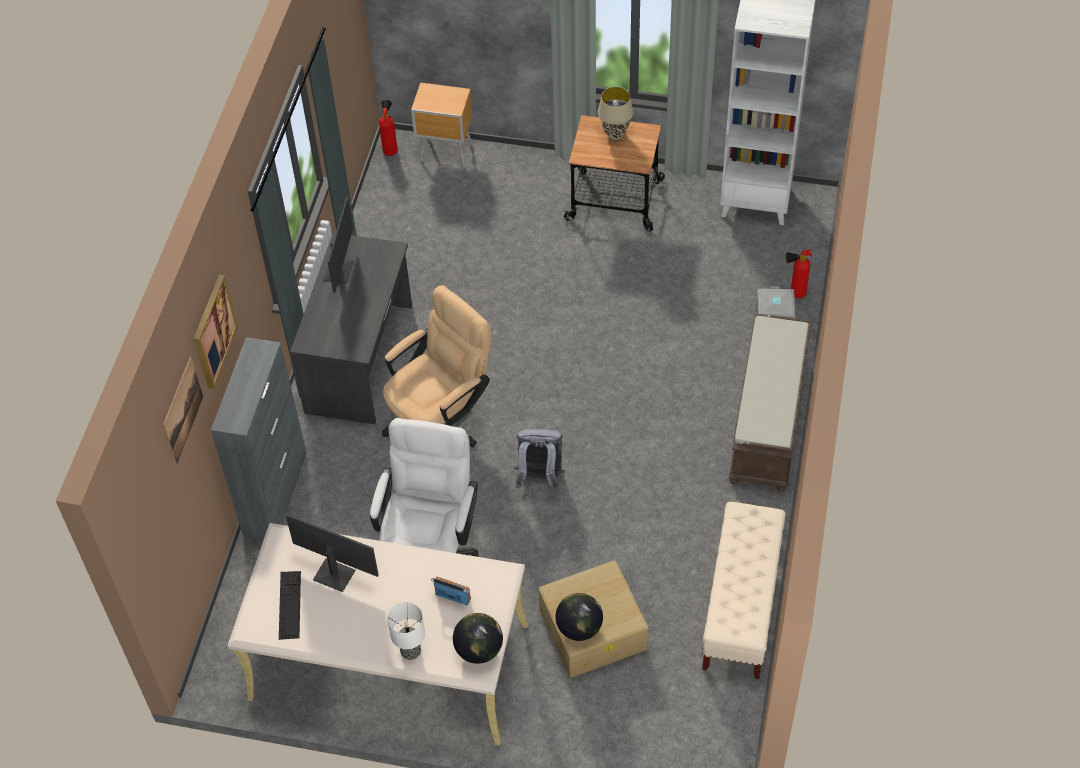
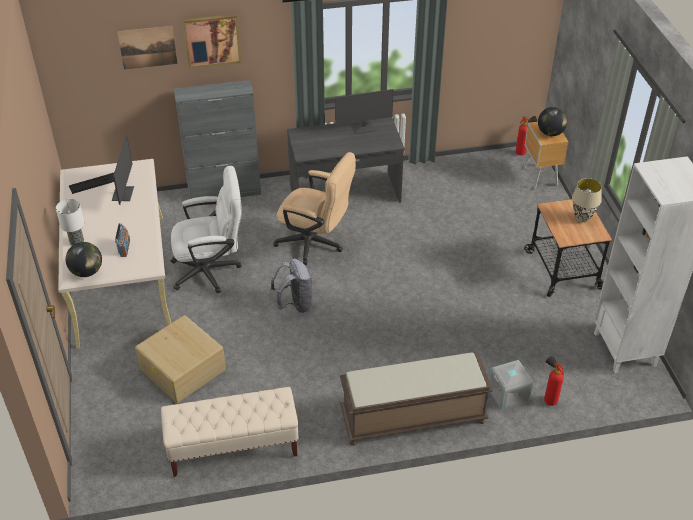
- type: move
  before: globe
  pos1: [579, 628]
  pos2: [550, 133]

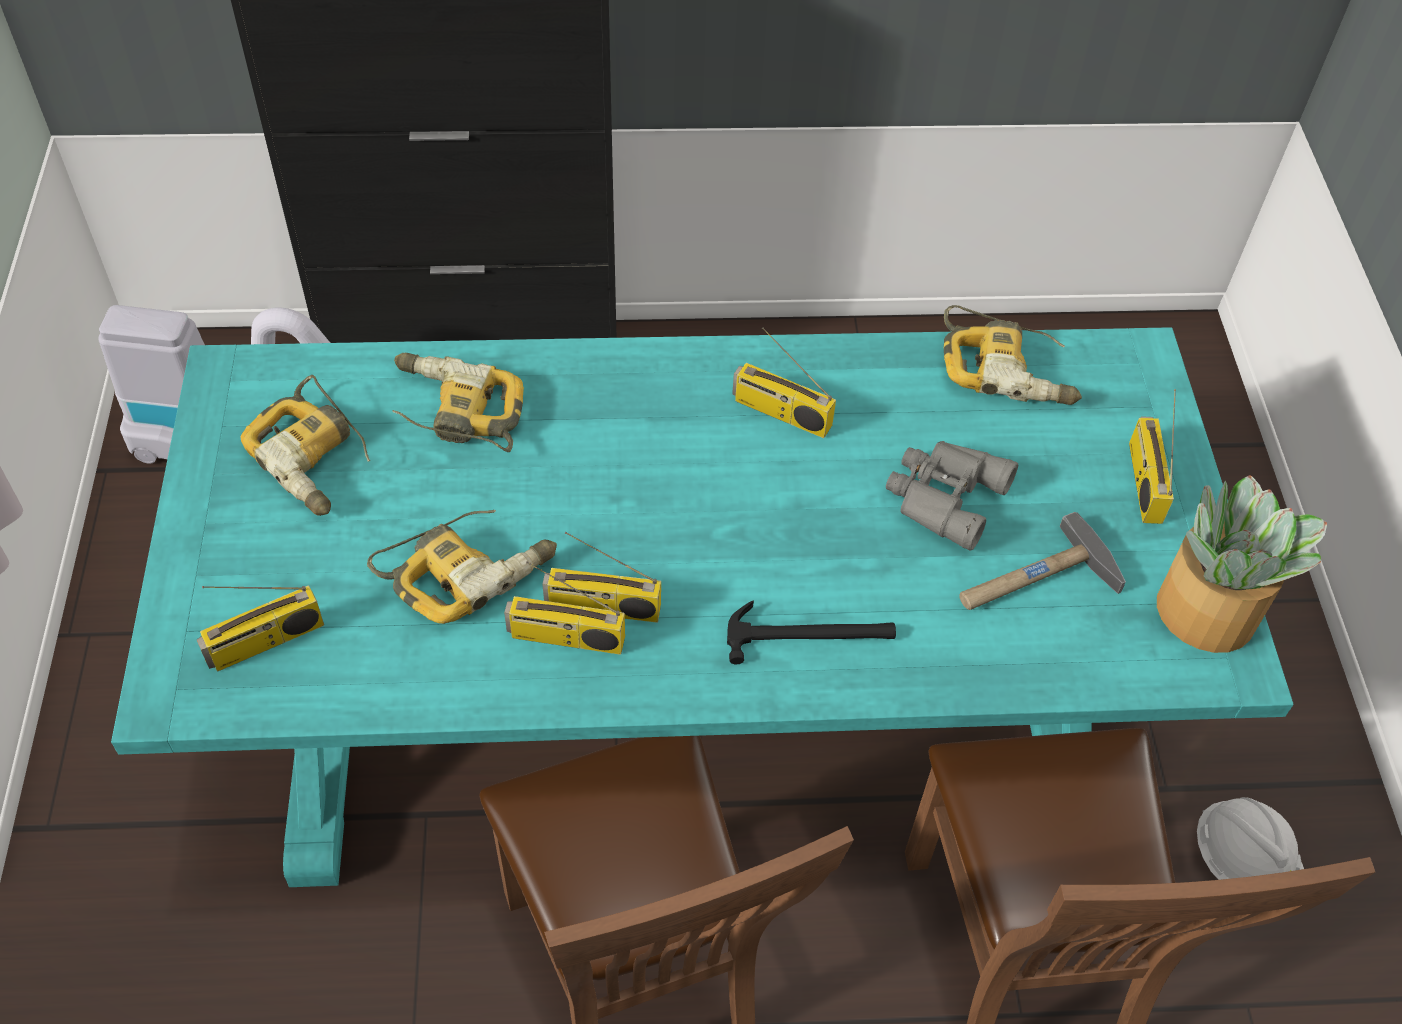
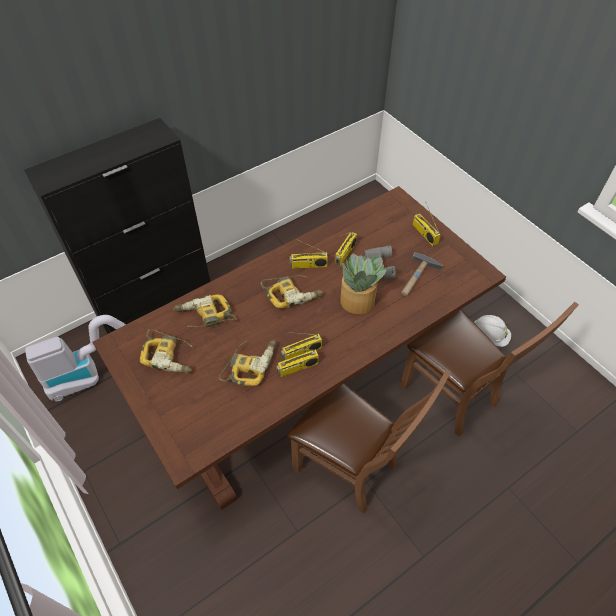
- type: move
  before: power drill
  pos1: [1007, 369]
  pos2: [292, 293]
- type: recolor
  before: turquoise dining table
  after: brown dining table
  pos1: [693, 702]
  pos2: [307, 376]
- type: move
  before: potted plant
  pos1: [1207, 614]
  pos2: [358, 302]
- type: move
  before: radio
  pos1: [265, 642]
  pos2: [345, 254]
- type: delete
  before: hammer
  pos1: [810, 634]

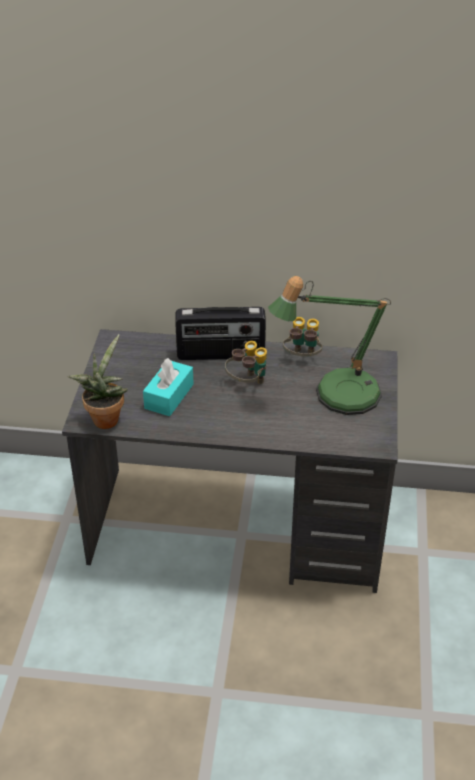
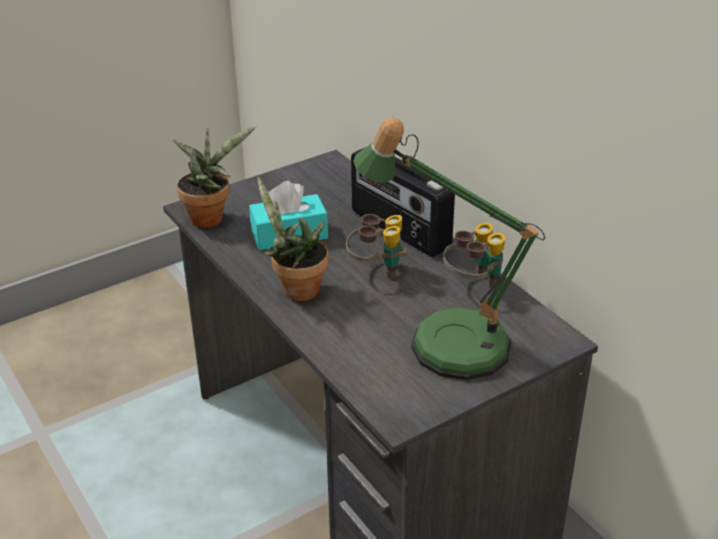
- type: insert
  after: potted plant
  pos2: [296, 289]

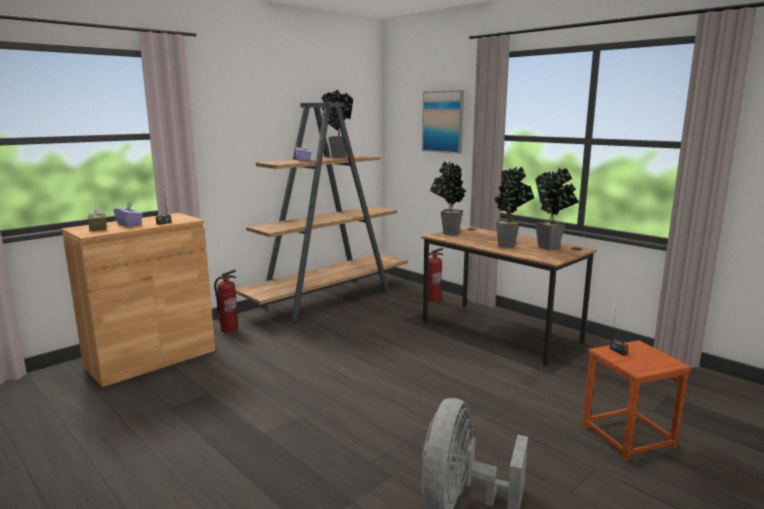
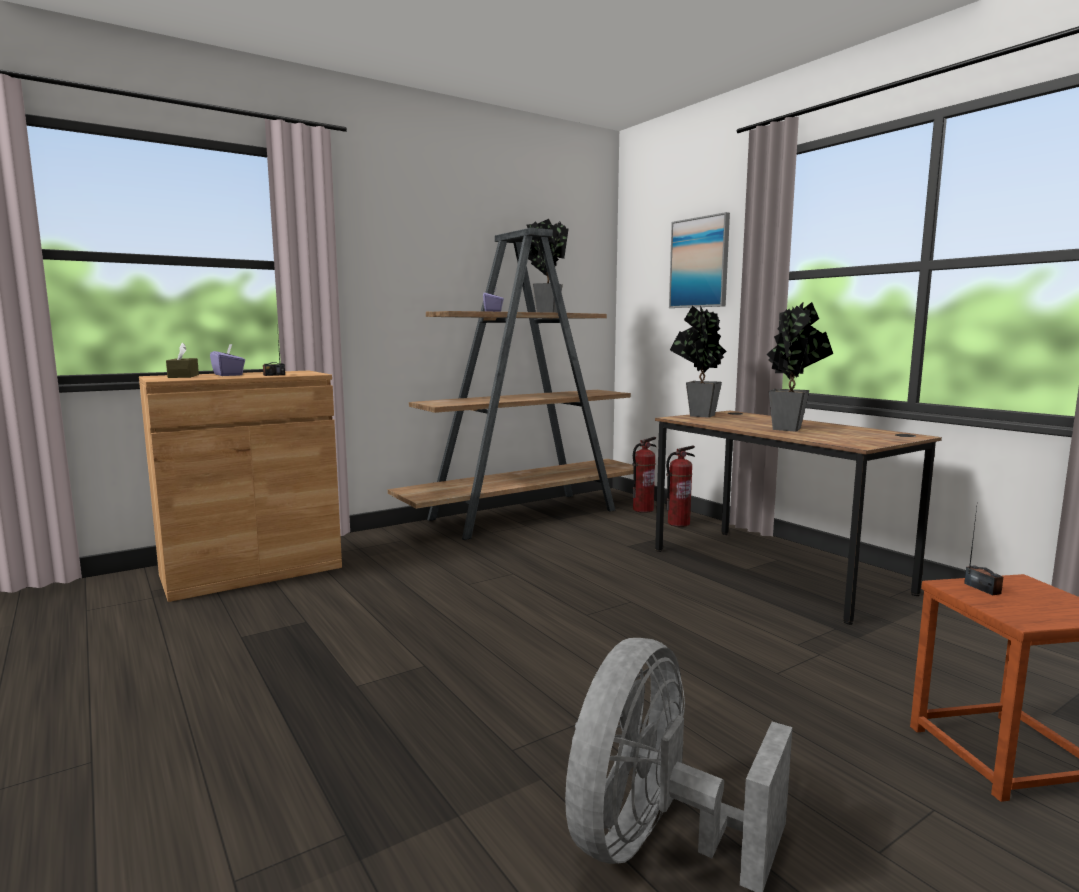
- type: delete
  before: potted plant
  pos1: [552, 247]
- type: move
  before: fire extinguisher
  pos1: [229, 329]
  pos2: [643, 509]

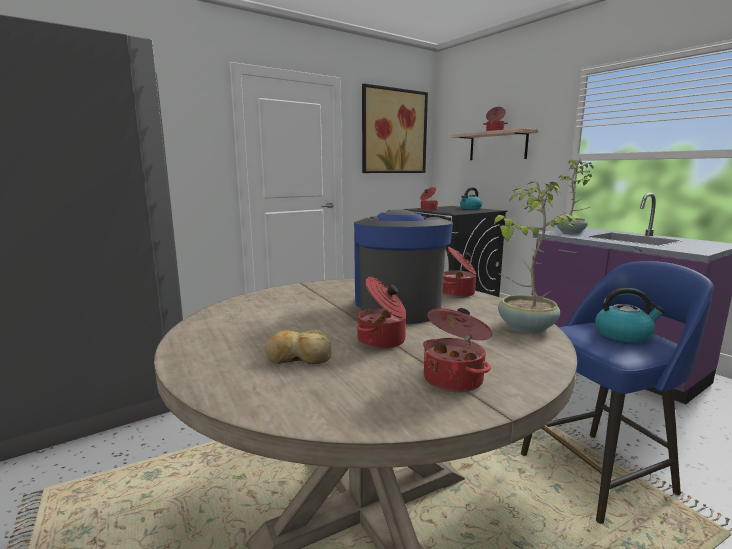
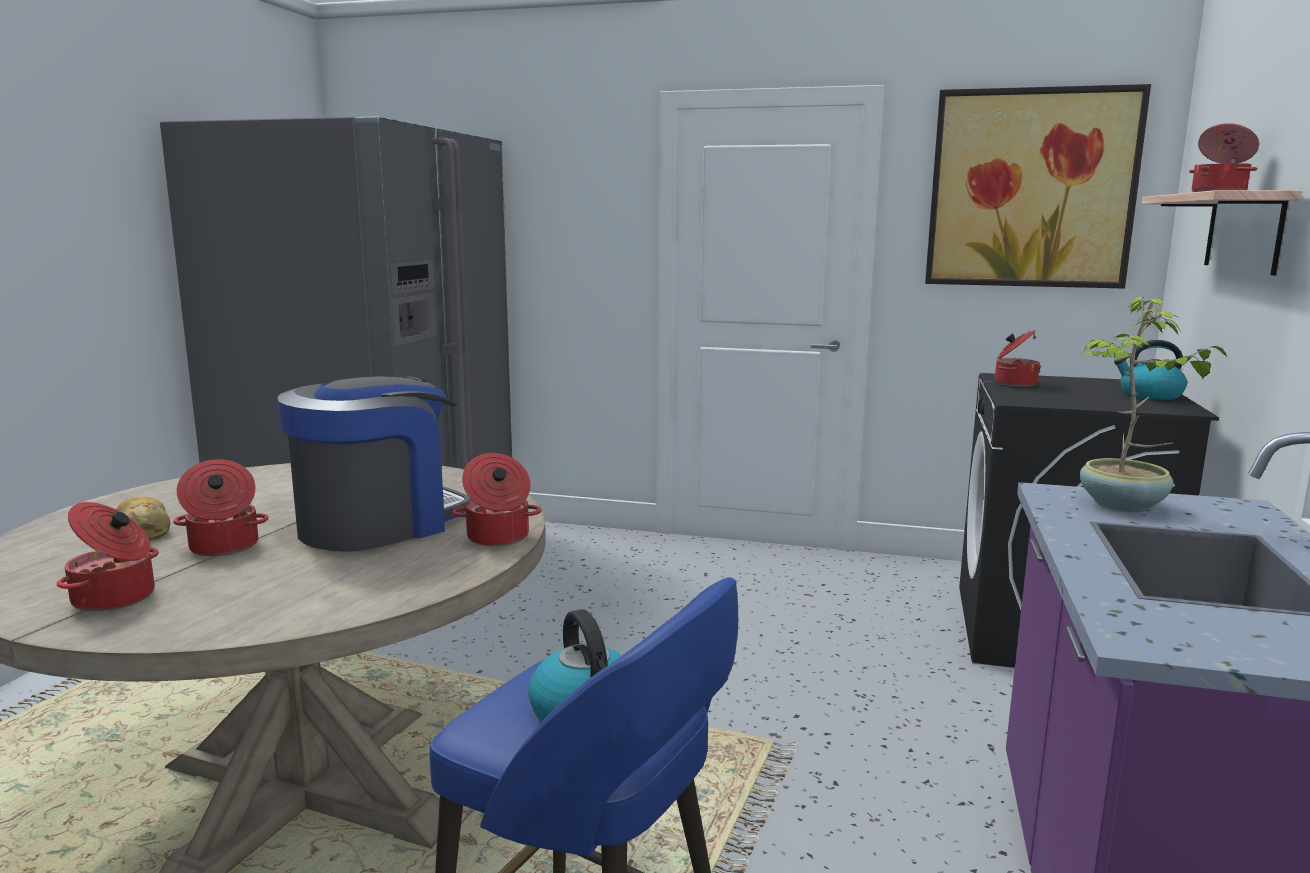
- type: delete
  before: potted plant
  pos1: [525, 327]

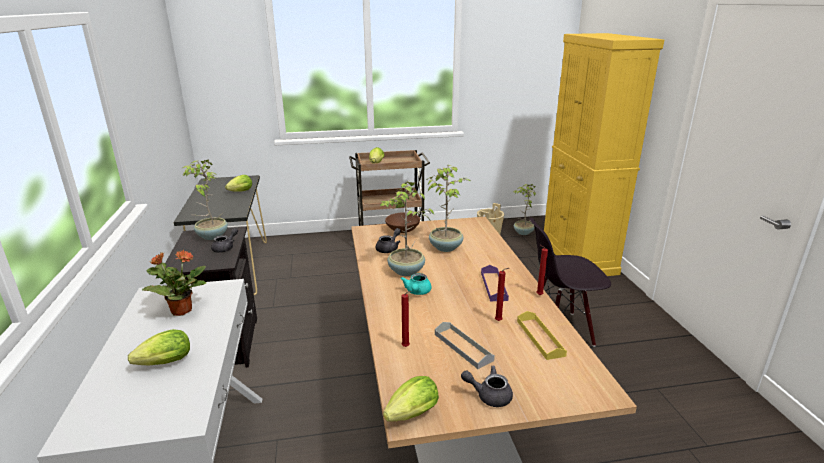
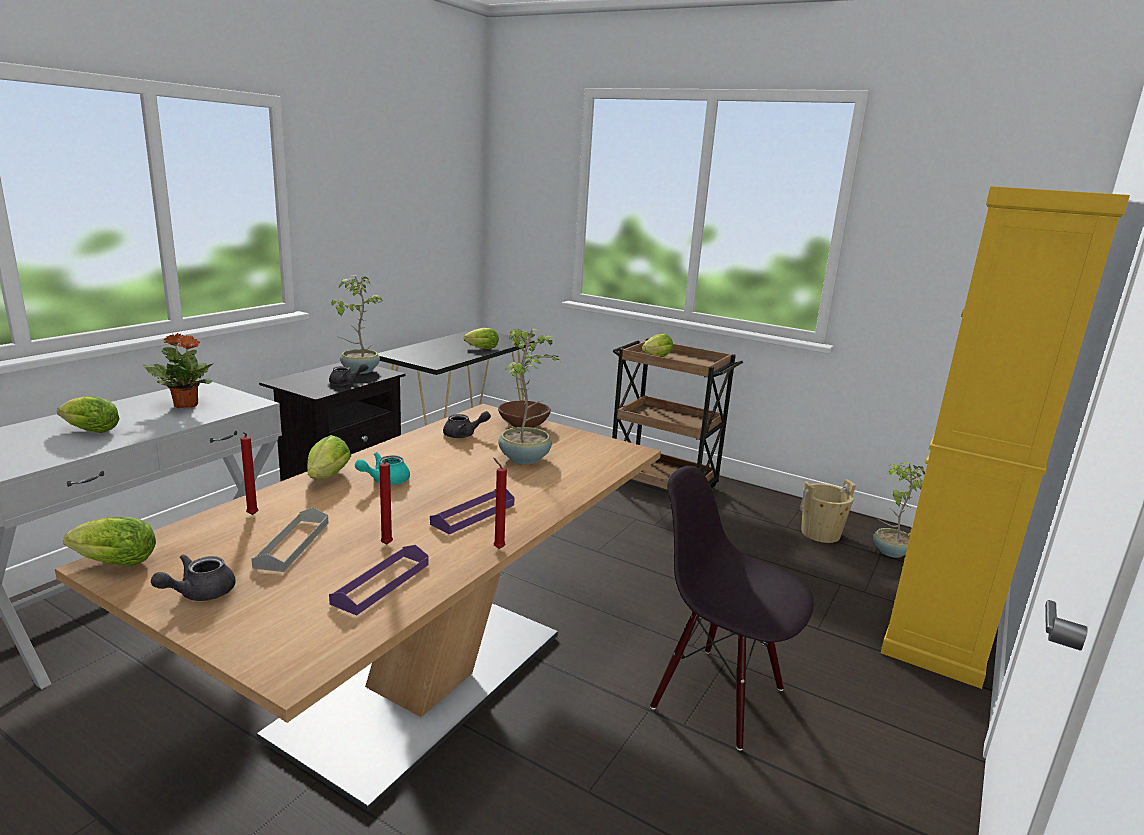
- type: delete
  before: potted plant
  pos1: [406, 271]
- type: recolor
  before: yellow tray
  after: purple tray
  pos1: [540, 338]
  pos2: [381, 583]
- type: rotate
  before: grey teapot
  pos1: [489, 395]
  pos2: [199, 593]
  turn: -105
- type: insert
  after: lettuce
  pos2: [326, 478]

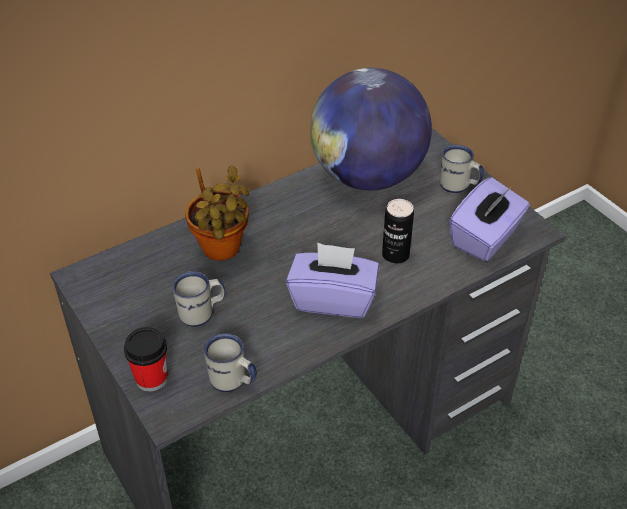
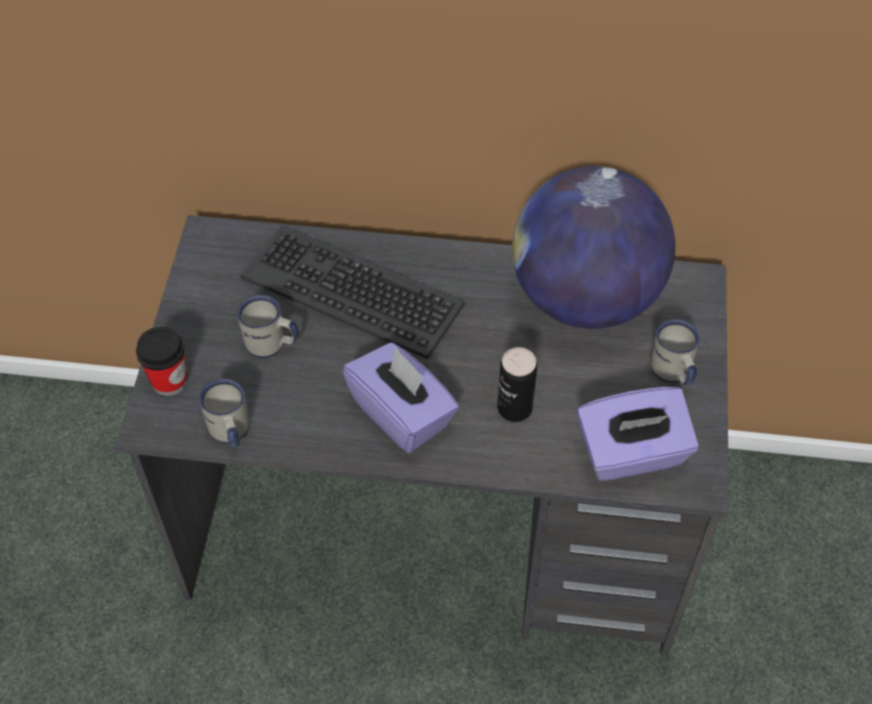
- type: replace
  before: potted plant
  after: keyboard
  pos1: [222, 251]
  pos2: [353, 290]

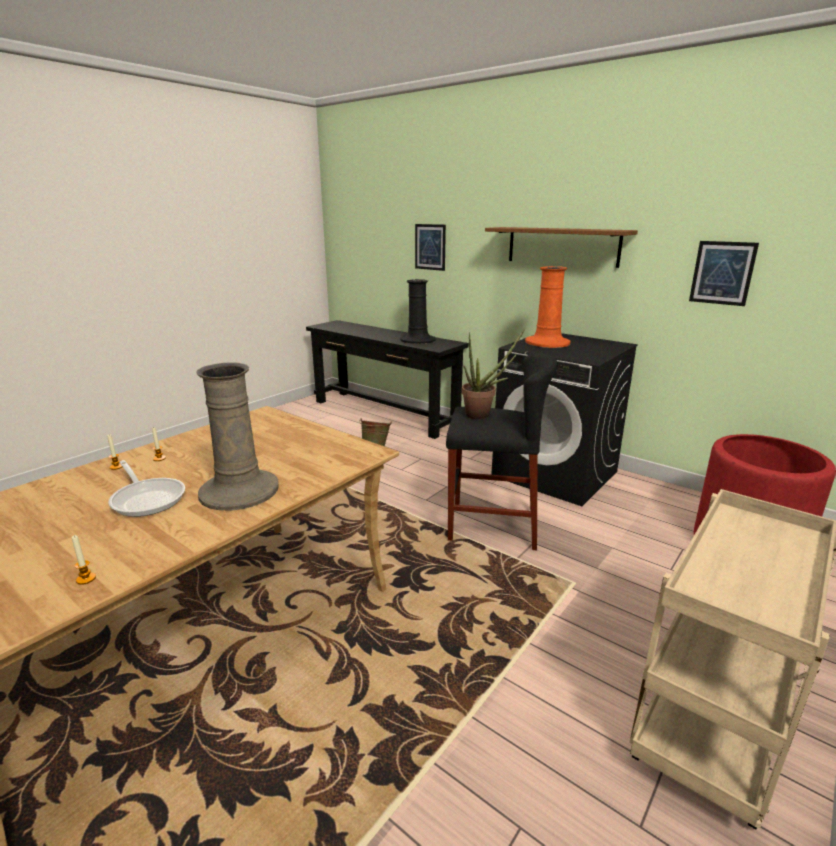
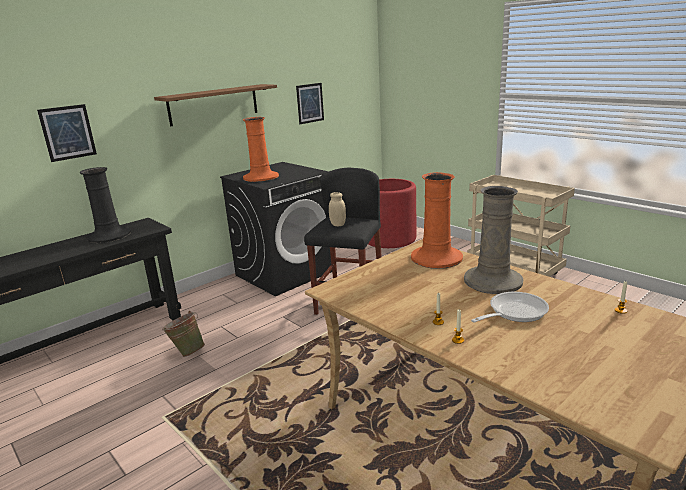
- type: replace
  before: potted plant
  after: beige jar
  pos1: [483, 415]
  pos2: [338, 224]
- type: insert
  after: orange vase
  pos2: [436, 258]

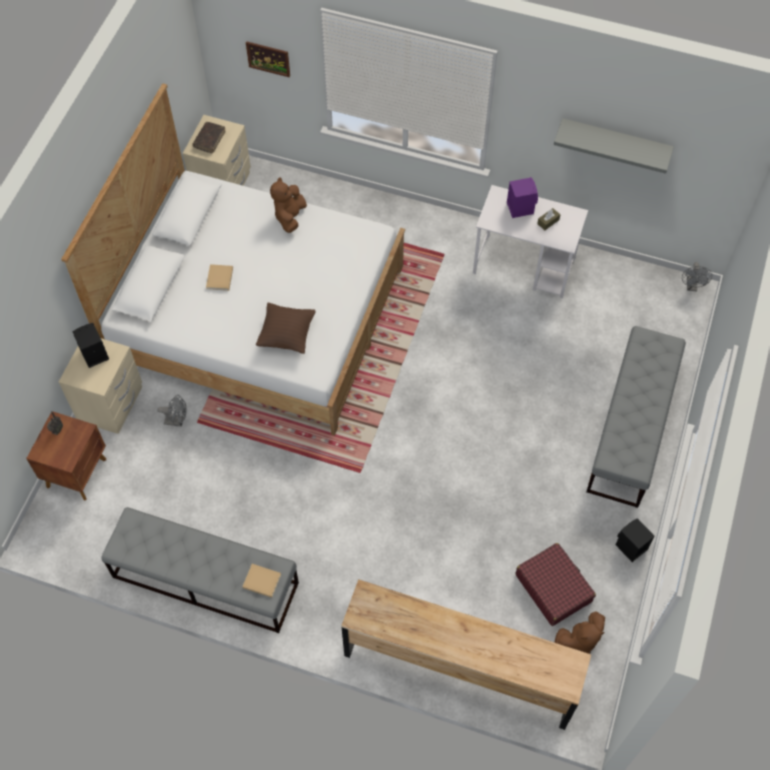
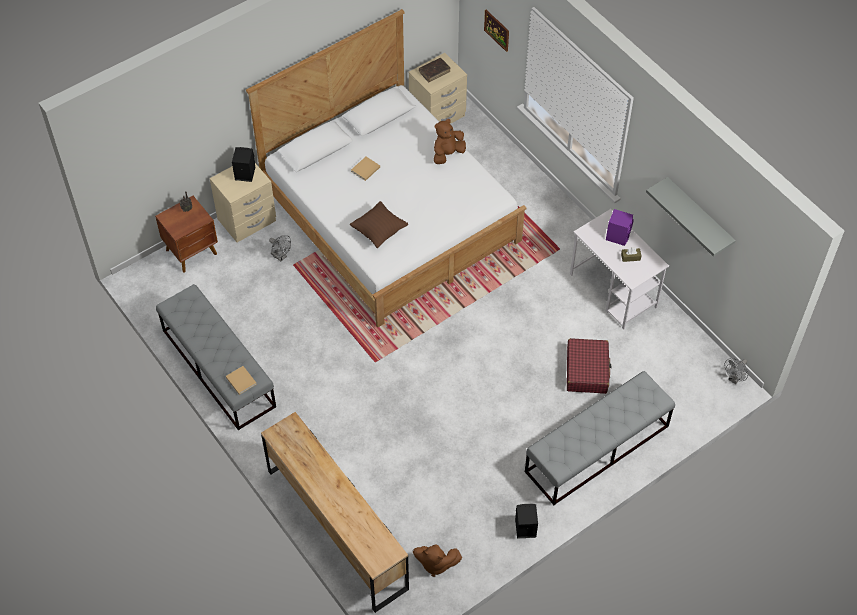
- type: move
  before: red suitcase
  pos1: [553, 587]
  pos2: [587, 370]

